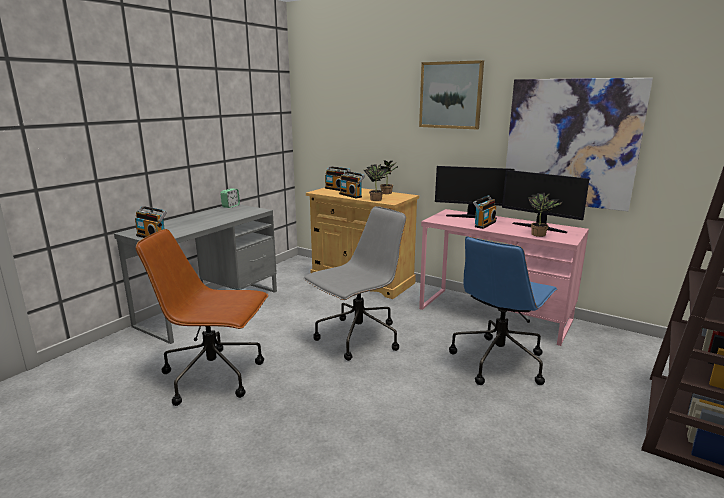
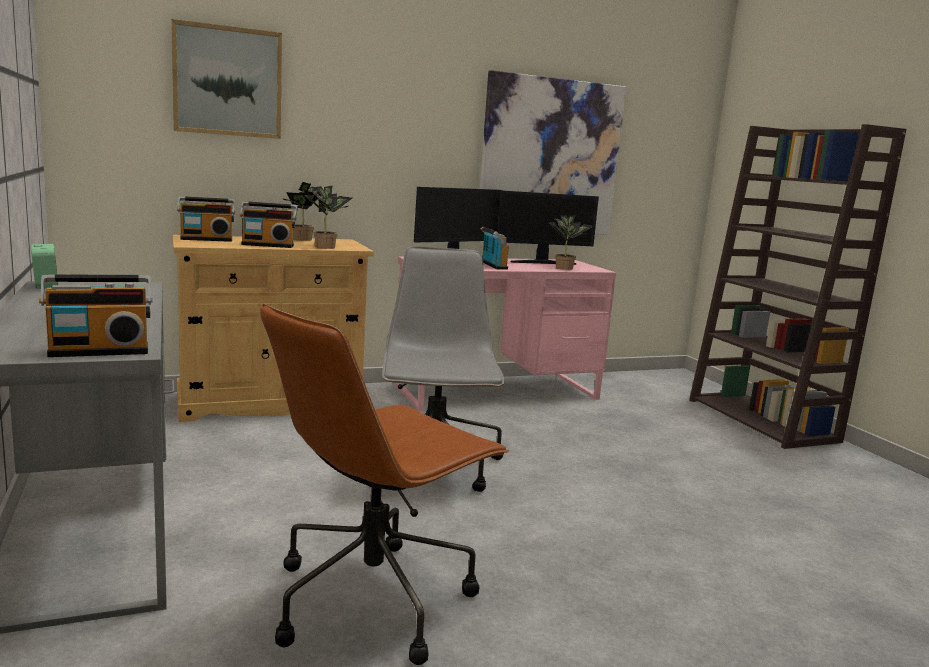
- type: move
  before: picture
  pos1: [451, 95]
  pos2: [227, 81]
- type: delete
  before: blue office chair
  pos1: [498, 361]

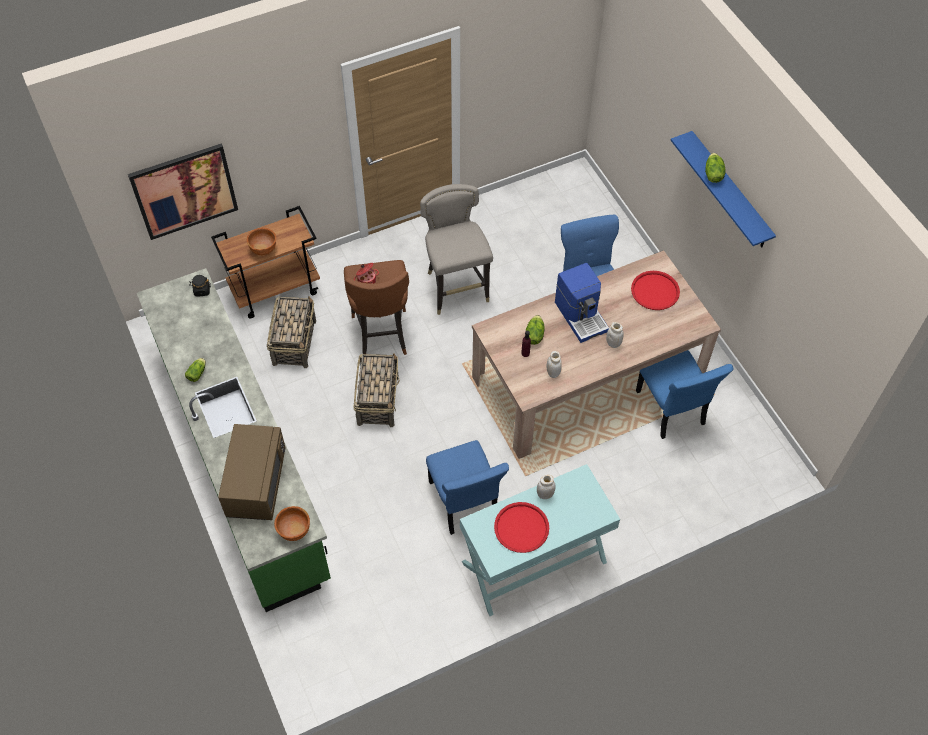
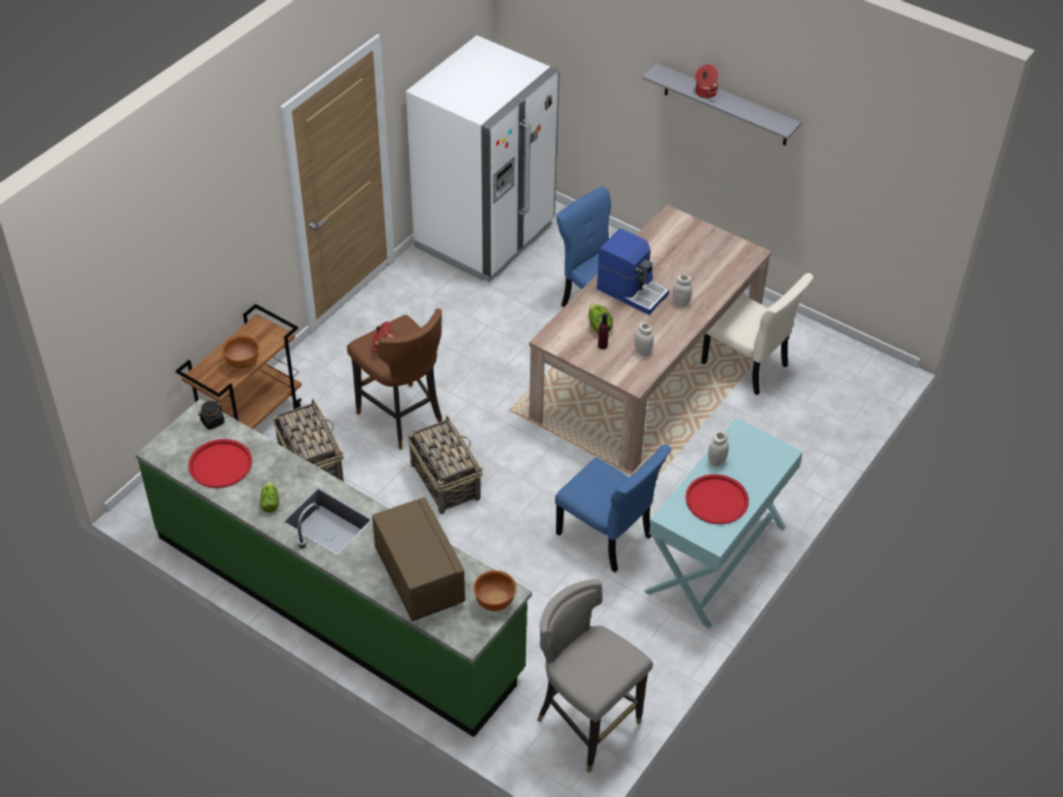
- type: recolor
  before: blue shelf
  after: grey shelf
  pos1: [729, 191]
  pos2: [726, 105]
- type: delete
  before: picture
  pos1: [184, 191]
- type: replace
  before: lettuce
  after: cooking pot
  pos1: [712, 174]
  pos2: [705, 92]
- type: move
  before: grey stool
  pos1: [456, 288]
  pos2: [586, 723]
- type: move
  before: red tray
  pos1: [655, 291]
  pos2: [220, 464]
- type: recolor
  before: blue chair
  after: beige chair
  pos1: [671, 410]
  pos2: [747, 366]
- type: insert
  after: white fridge
  pos2: [484, 236]

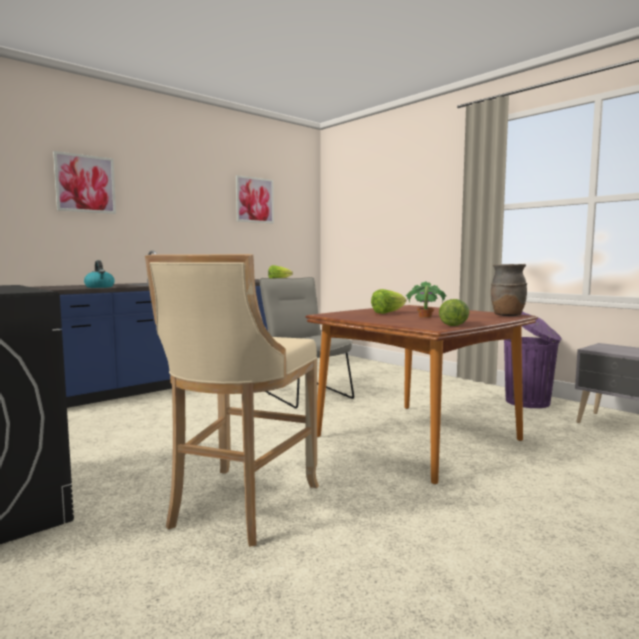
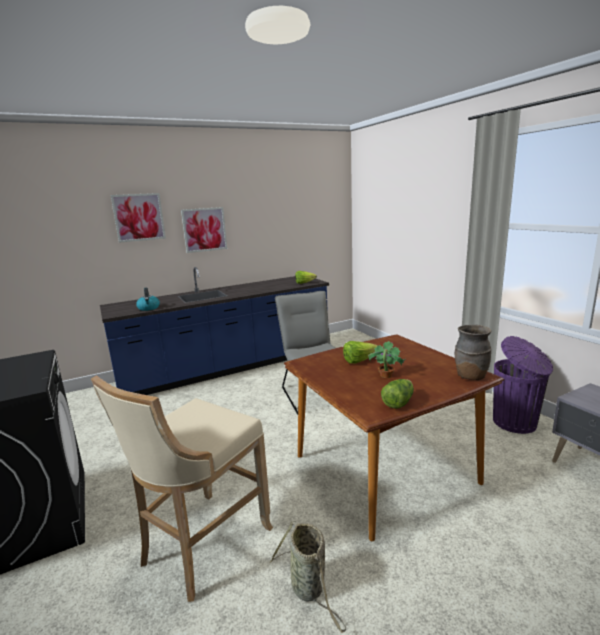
- type: move
  before: picture
  pos1: [254, 200]
  pos2: [204, 229]
- type: insert
  after: basket
  pos2: [309, 589]

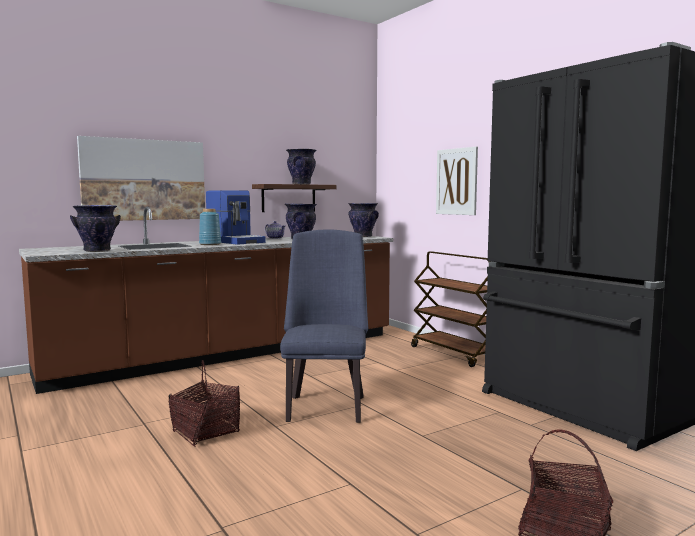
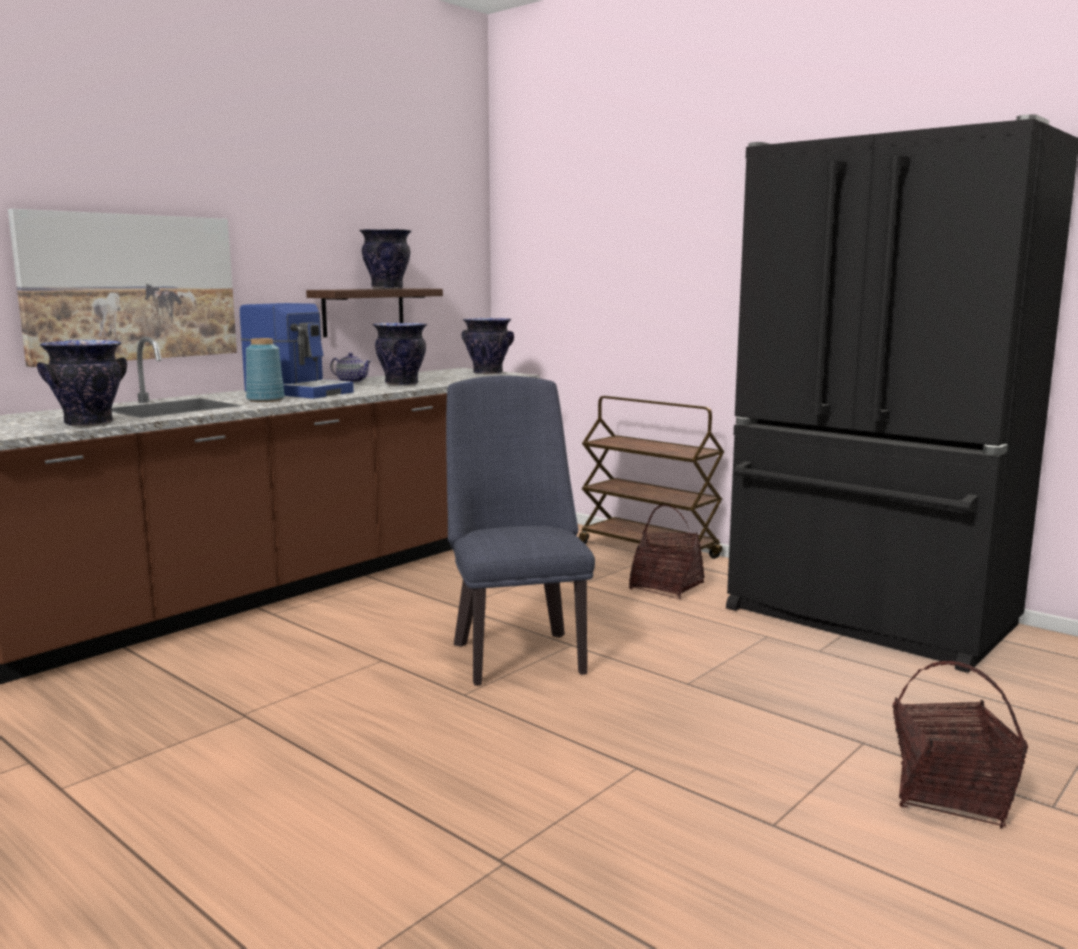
- type: delete
  before: picture
  pos1: [456, 181]
- type: move
  before: basket
  pos1: [206, 432]
  pos2: [666, 586]

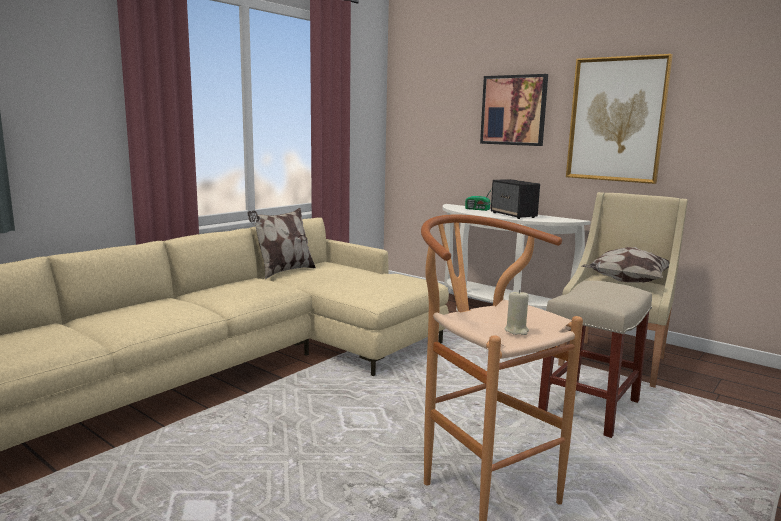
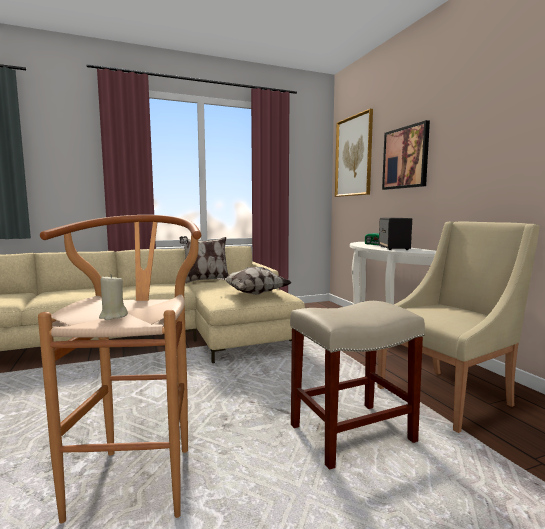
- type: move
  before: picture
  pos1: [616, 119]
  pos2: [353, 156]
- type: move
  before: pillow
  pos1: [626, 282]
  pos2: [253, 293]

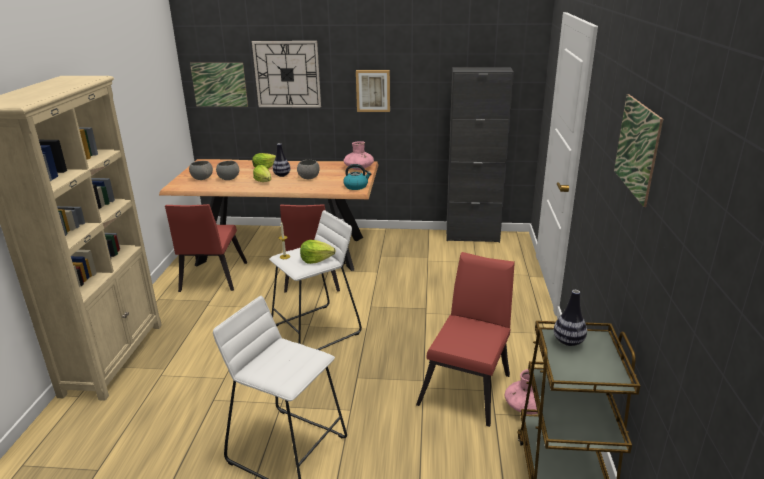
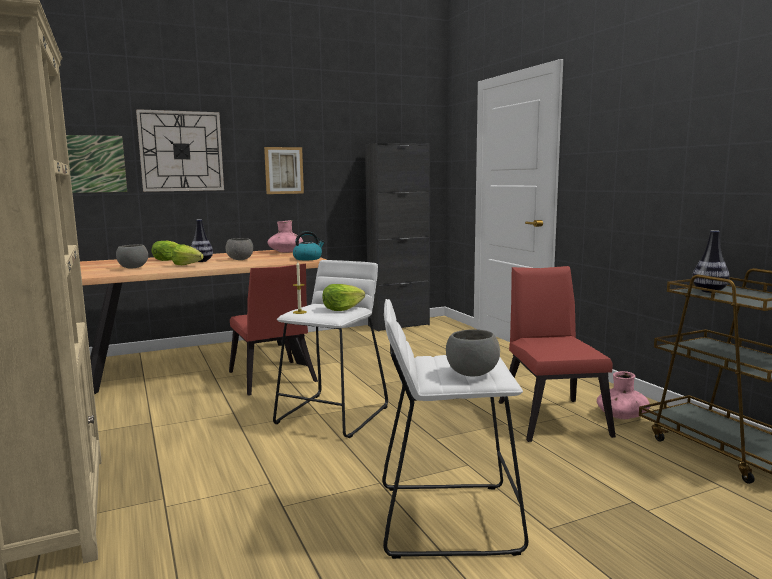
- type: delete
  before: picture
  pos1: [637, 147]
- type: move
  before: grey bowl
  pos1: [202, 179]
  pos2: [471, 373]
- type: delete
  before: red chair
  pos1: [211, 279]

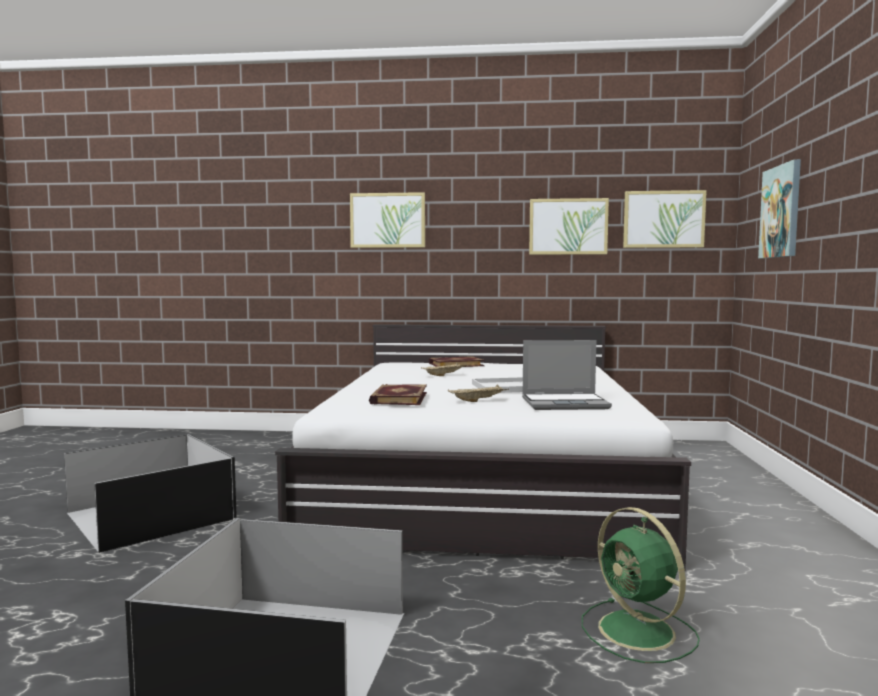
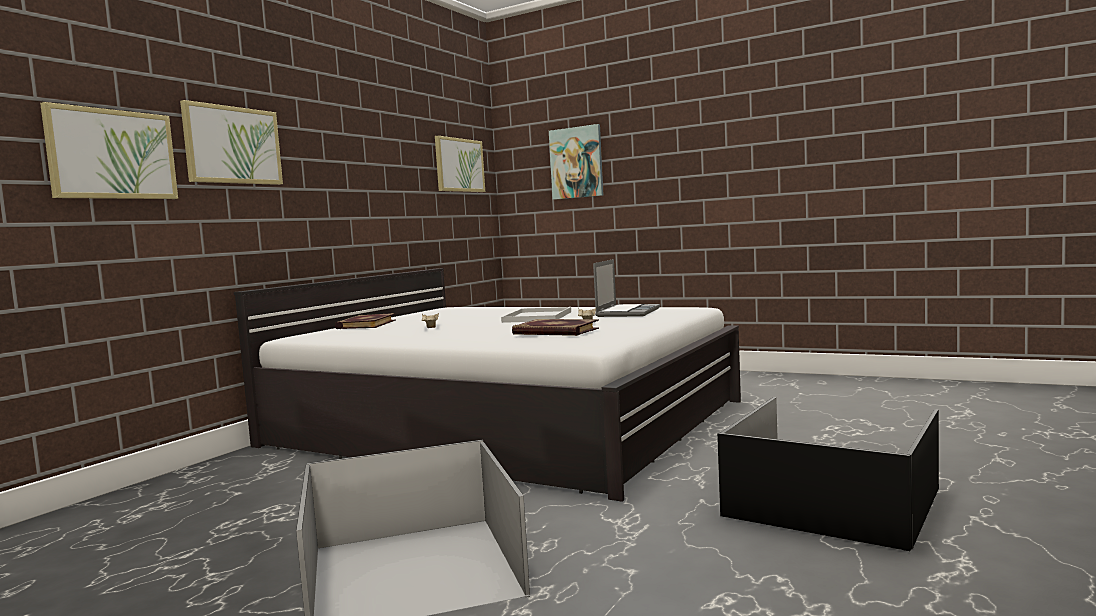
- type: move
  before: picture
  pos1: [568, 226]
  pos2: [112, 154]
- type: delete
  before: green fan
  pos1: [639, 632]

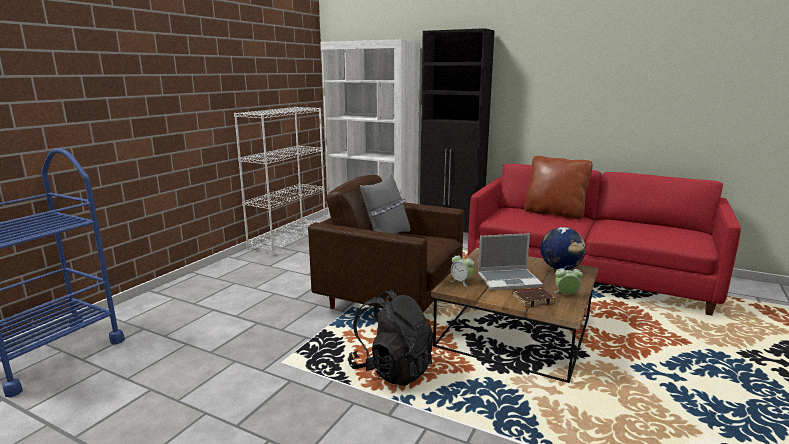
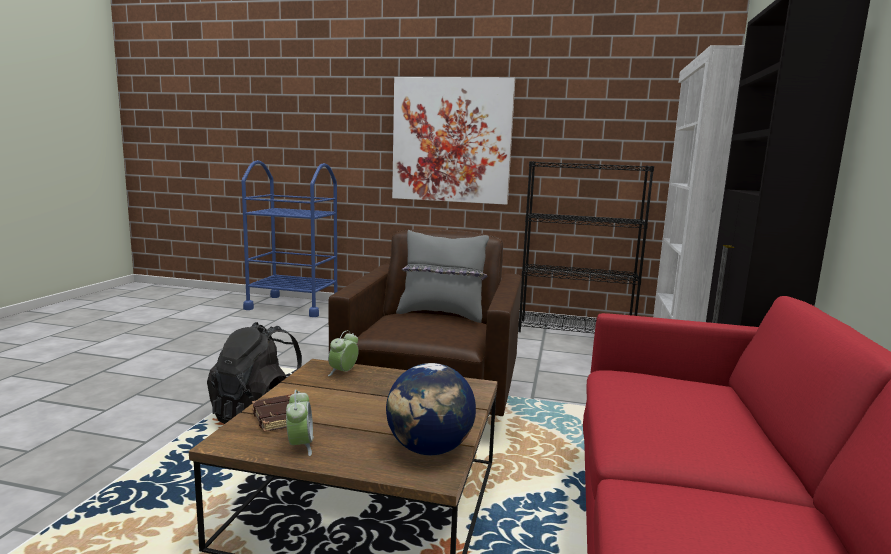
- type: recolor
  before: white bookcase
  after: black bookcase
  pos1: [289, 239]
  pos2: [575, 331]
- type: delete
  before: brown pillow
  pos1: [554, 213]
- type: delete
  before: laptop
  pos1: [509, 280]
- type: insert
  after: picture
  pos2: [451, 140]

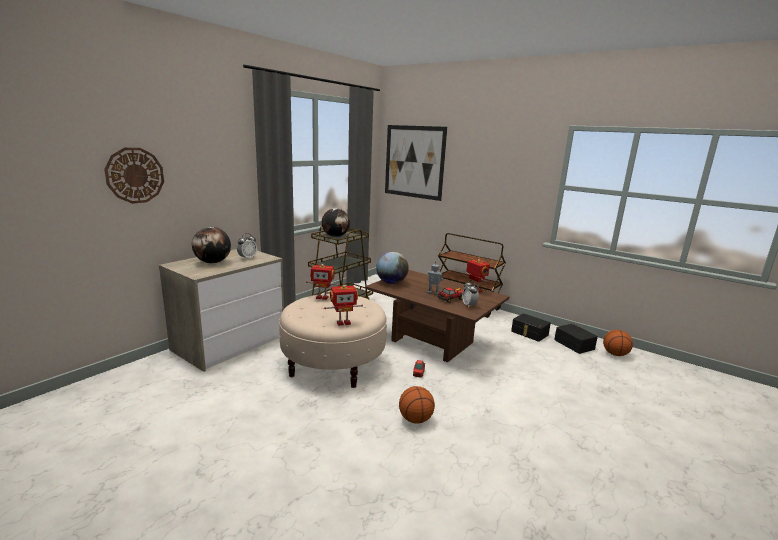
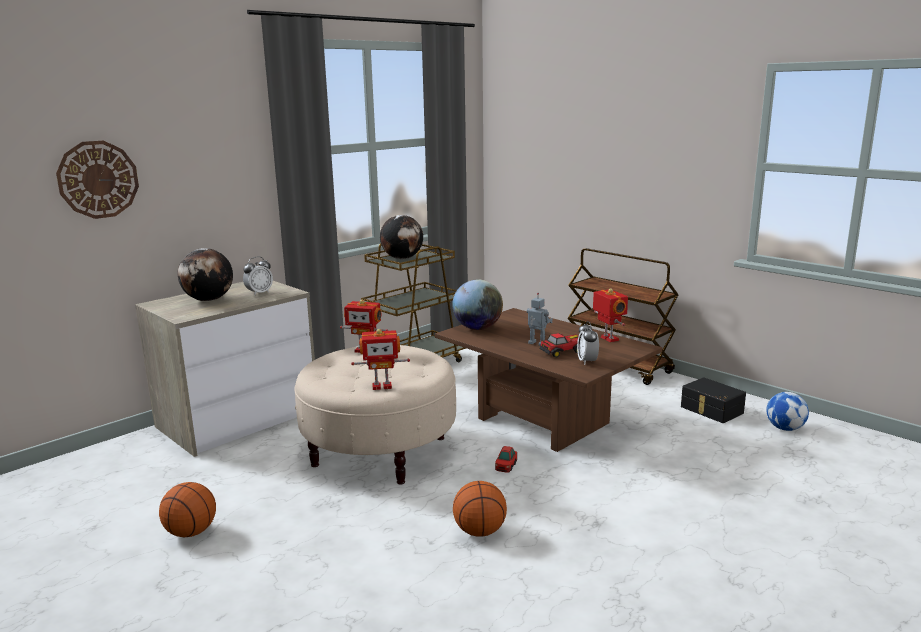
- type: delete
  before: picture
  pos1: [414, 162]
- type: replace
  before: black storage box
  after: football
  pos1: [574, 344]
  pos2: [785, 428]
- type: move
  before: basketball
  pos1: [615, 354]
  pos2: [191, 532]

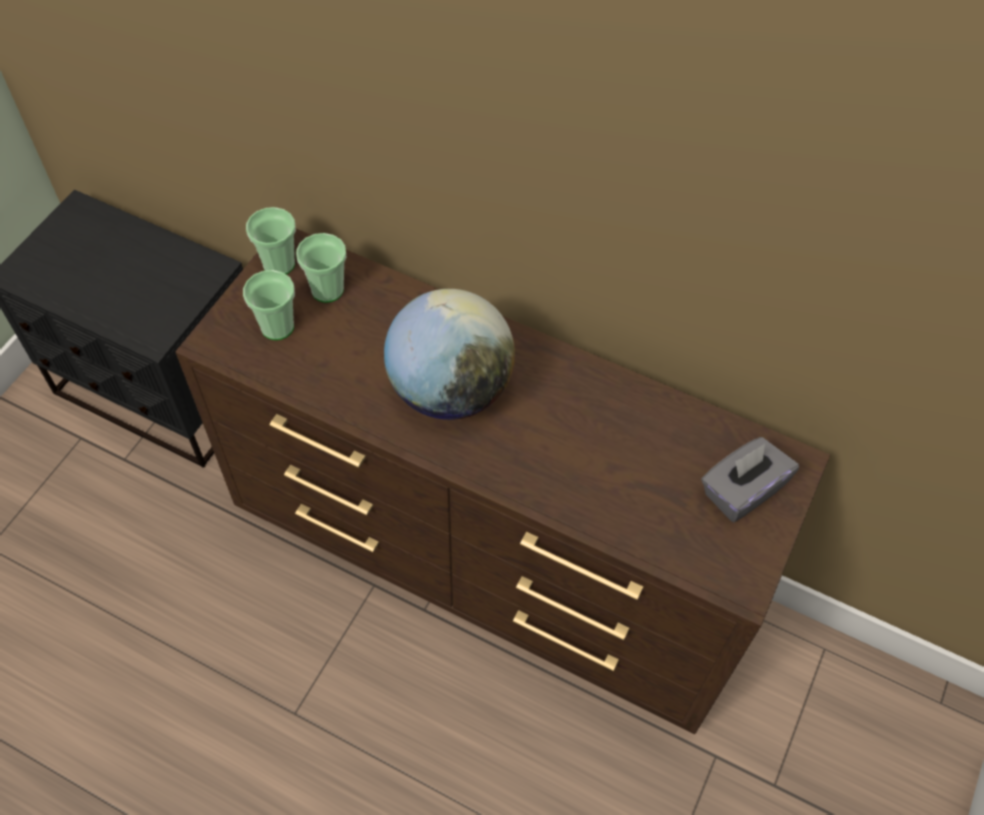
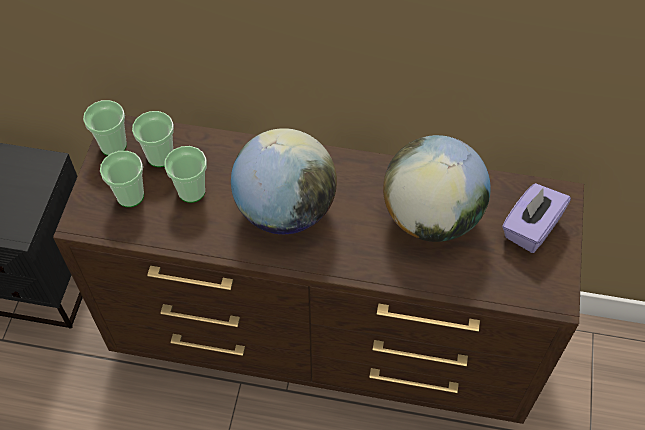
- type: recolor
  before: grey tissue box
  after: purple tissue box
  pos1: [741, 491]
  pos2: [530, 228]
- type: insert
  after: globe
  pos2: [431, 217]
- type: insert
  after: cup
  pos2: [191, 191]

